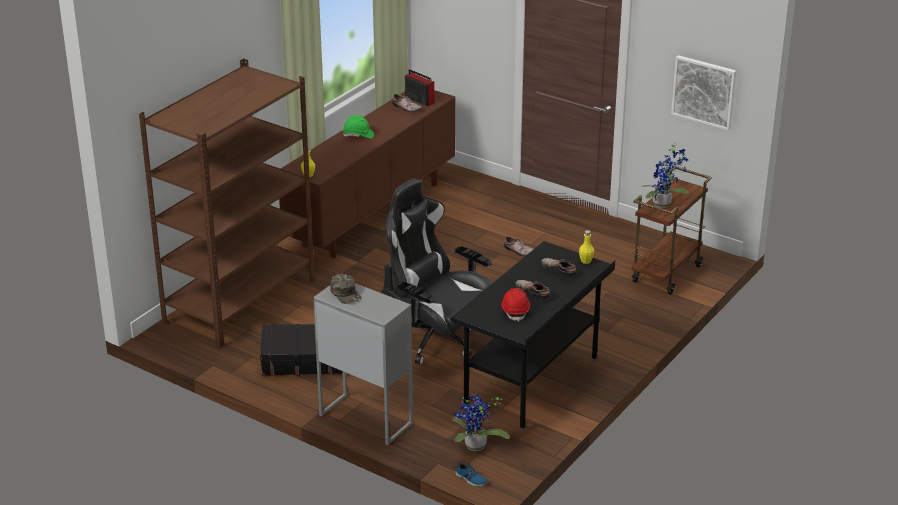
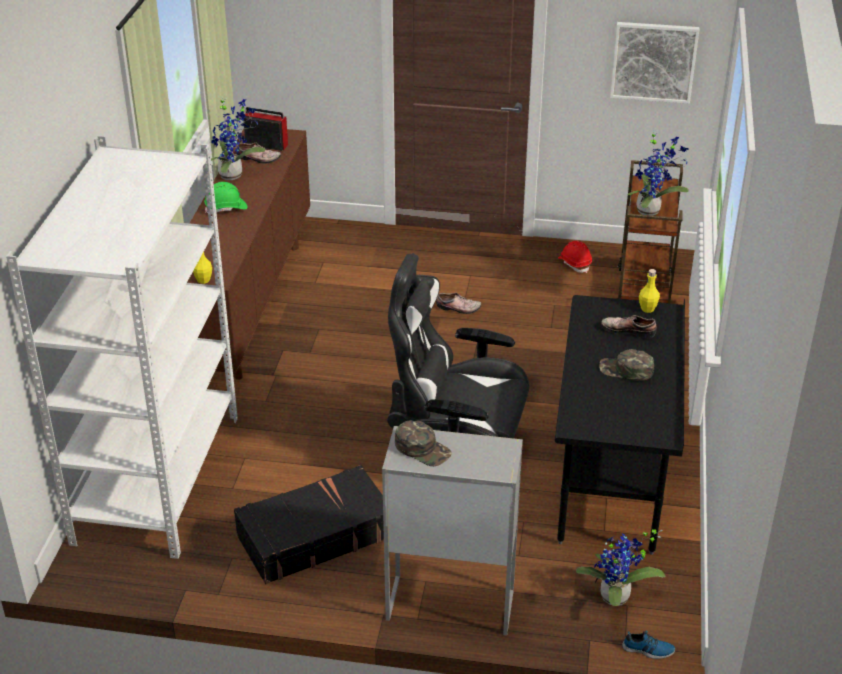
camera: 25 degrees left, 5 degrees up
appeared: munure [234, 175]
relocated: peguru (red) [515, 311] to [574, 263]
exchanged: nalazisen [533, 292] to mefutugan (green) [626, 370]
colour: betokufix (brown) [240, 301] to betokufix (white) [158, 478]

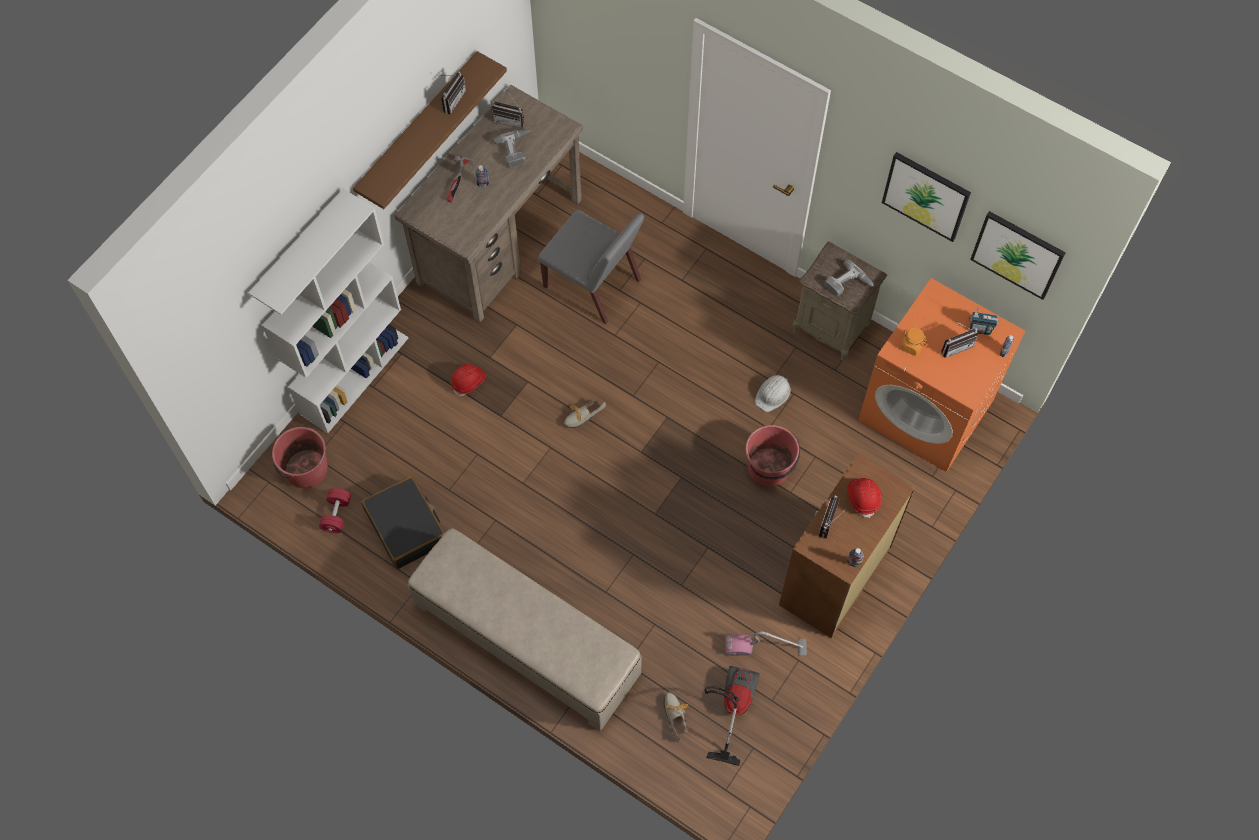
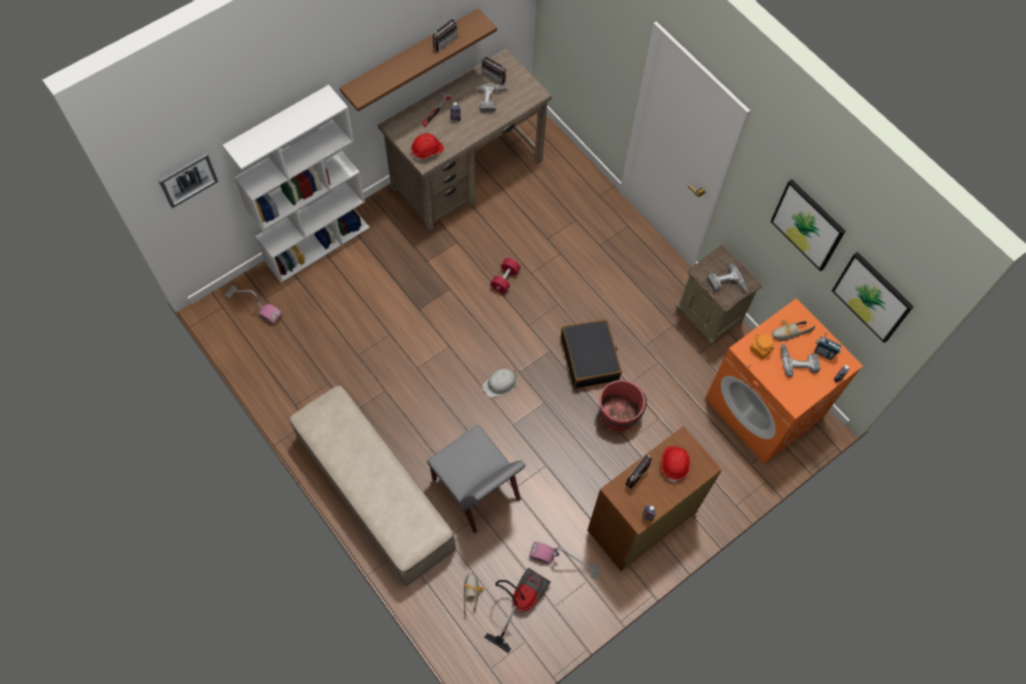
camera: 15 degrees right, 0 degrees up
appeared: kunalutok [188, 179]
relocated: peguru (red) [468, 382] to [427, 151]; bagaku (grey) [593, 284] to [477, 490]; peguru (white) [773, 394] to [500, 383]; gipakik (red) [337, 514] to [505, 280]; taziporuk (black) [406, 527] to [590, 358]; nalazisen [581, 416] to [788, 332]
exchanged: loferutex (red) [305, 469] to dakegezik [254, 305]; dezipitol [955, 346] to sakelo [798, 360]

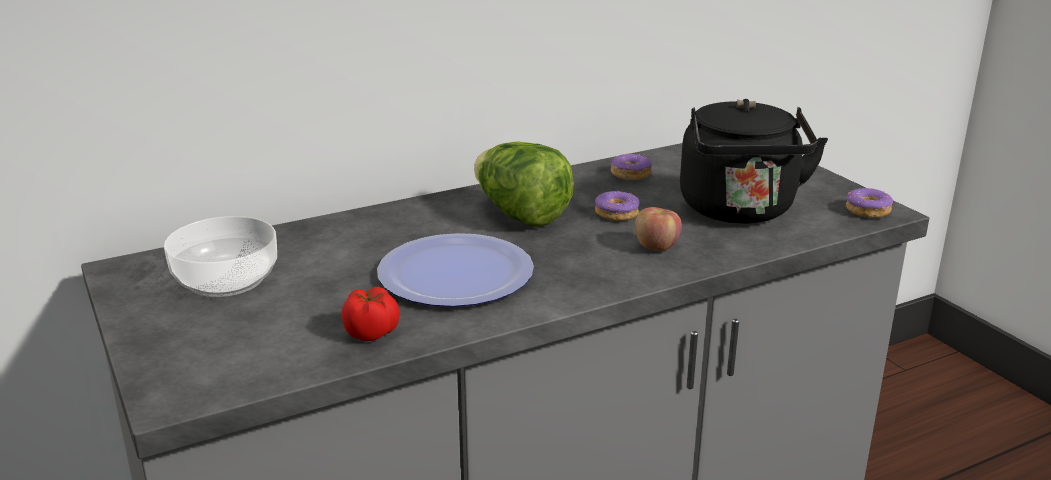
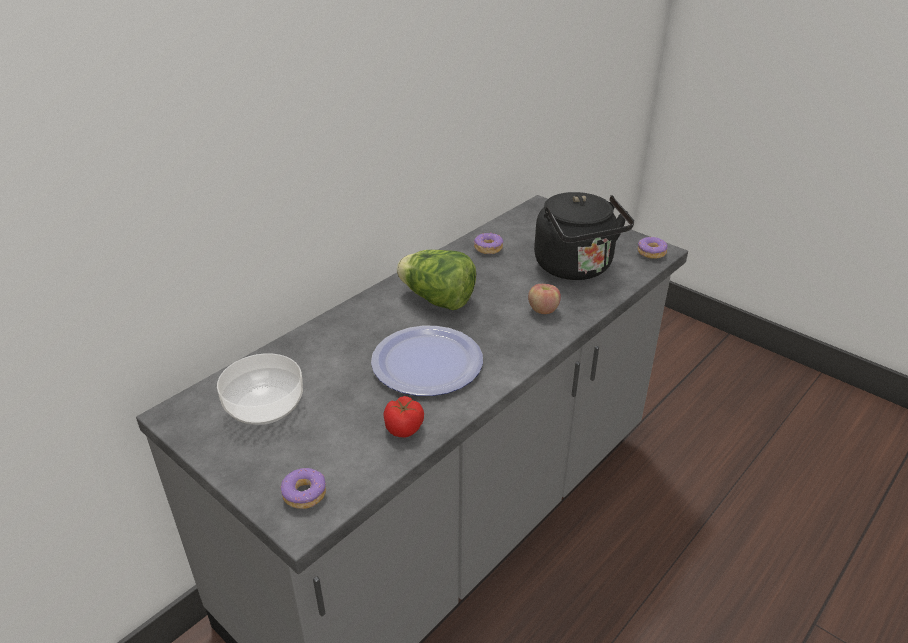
camera: 20 degrees left, 10 degrees up
relocated: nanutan [617, 214] to [305, 493]

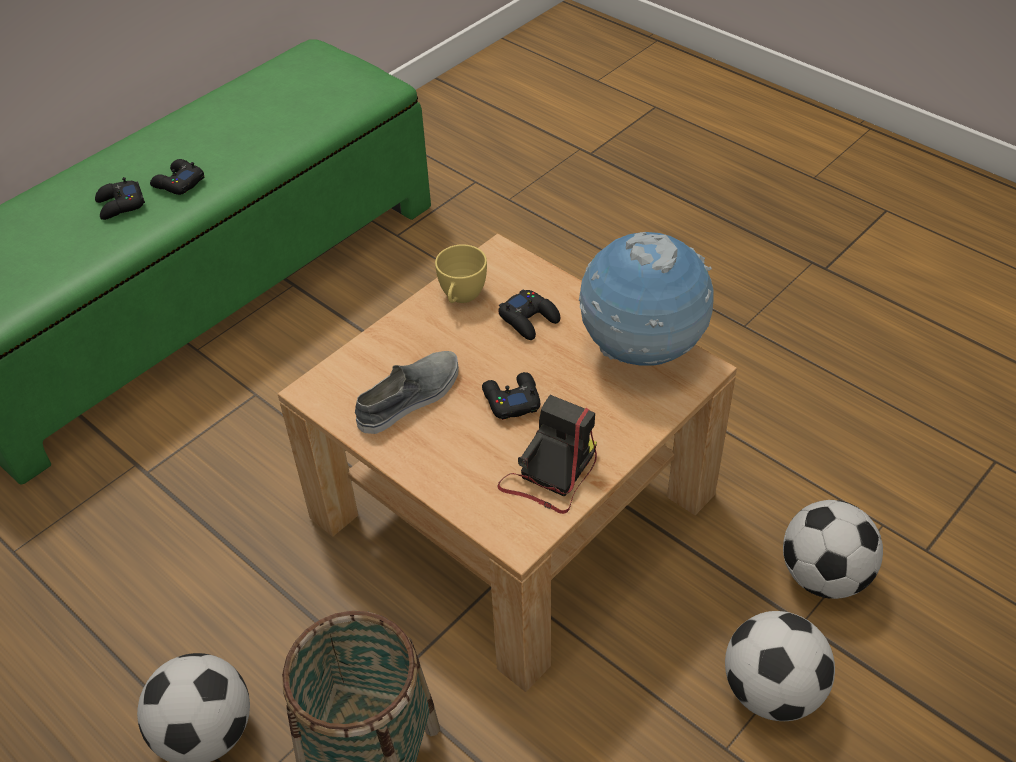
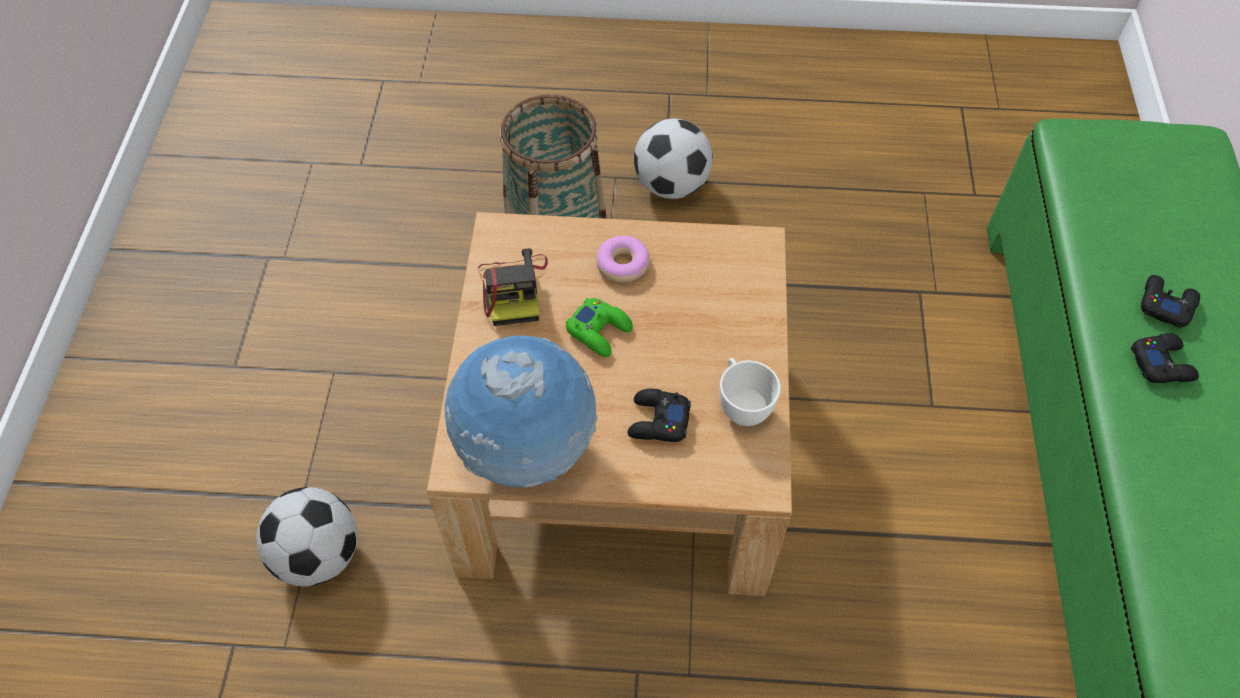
camera: 140 degrees right, 10 degrees up
missing: nalazisen (grey) [410, 398]; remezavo [771, 691]
appeared: nanutan [623, 264]
colour: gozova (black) [511, 400] to gozova (green) [599, 331]; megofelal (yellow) [461, 298] to megofelal (white) [742, 405]

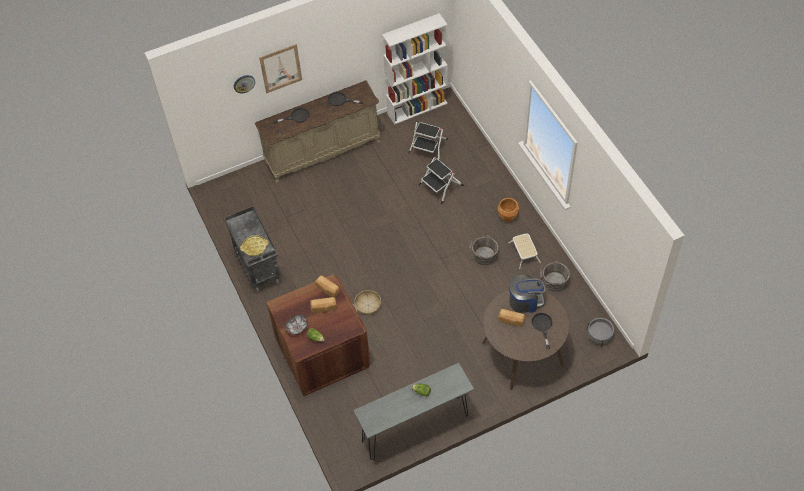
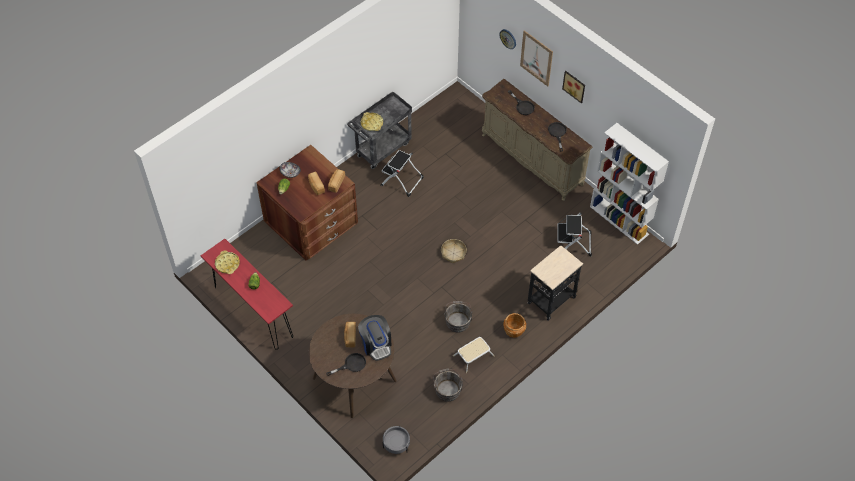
camera: 70 degrees right, 0 degrees up
appeared: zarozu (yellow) [227, 264]; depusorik [551, 301]; kunalutok [574, 86]
relocated: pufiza [441, 186] to [401, 179]; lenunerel [368, 305] to [453, 253]
colour: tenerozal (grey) [415, 428] to tenerozal (red) [253, 312]

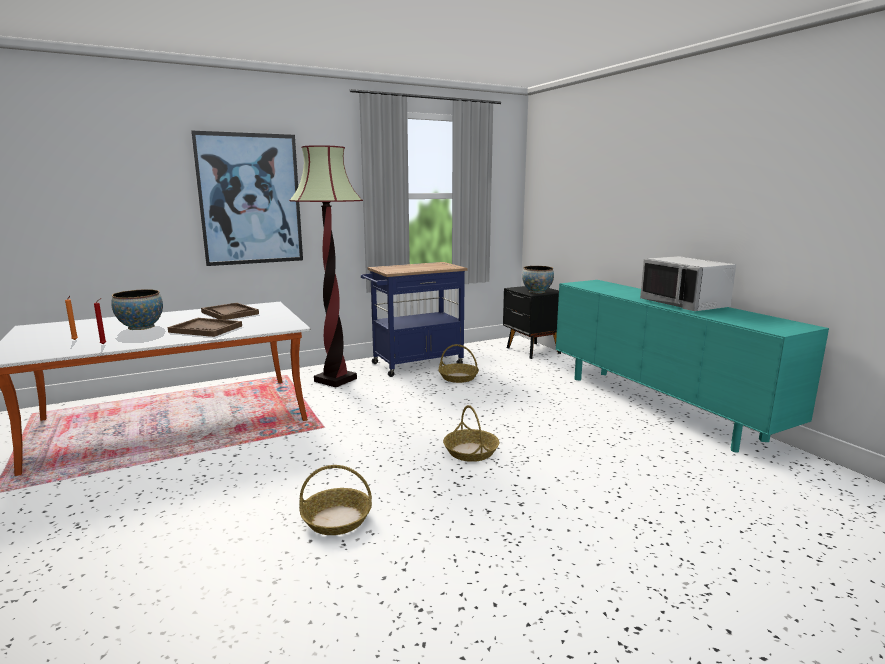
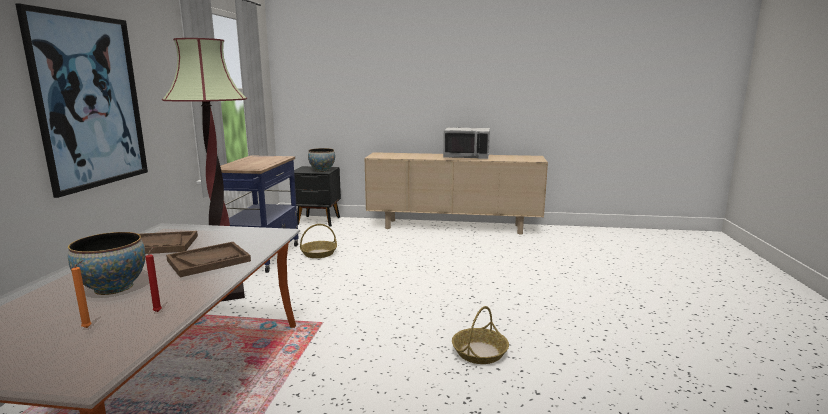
camera: 55 degrees left, 0 degrees up
missing: lenunerel [471, 452]
colour: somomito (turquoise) [658, 405] to somomito (beige) [453, 227]

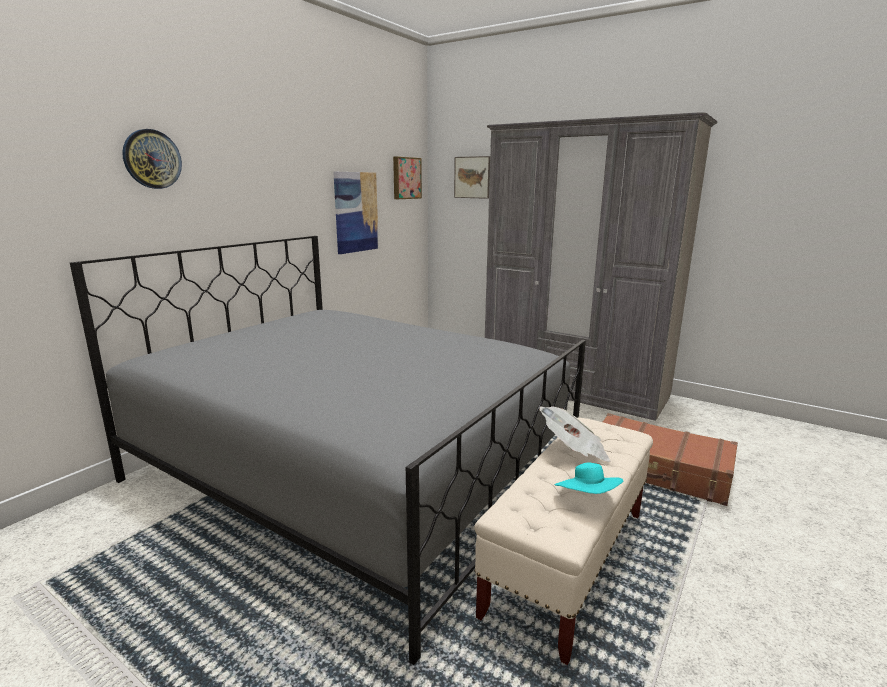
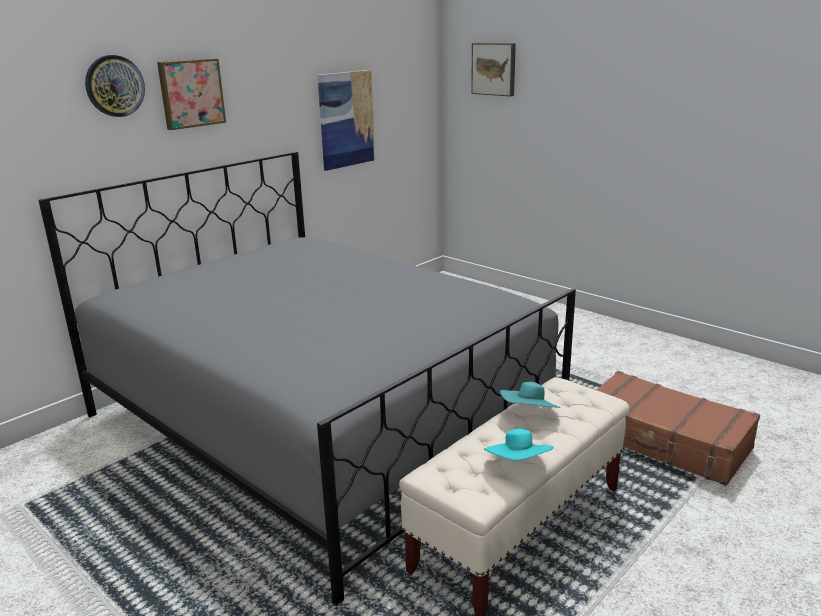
camera: 10 degrees right, 5 degrees up
missing: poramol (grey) [573, 388]
relocated: kunalutok [406, 178] to [191, 93]
exchanged: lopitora [574, 450] to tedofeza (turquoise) [529, 414]

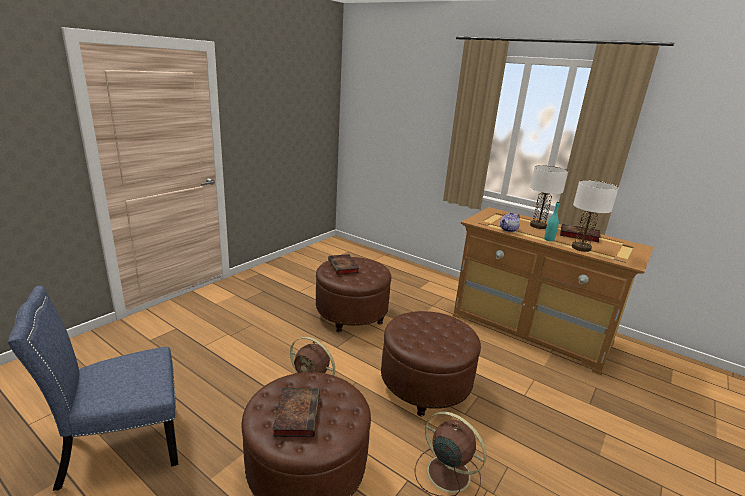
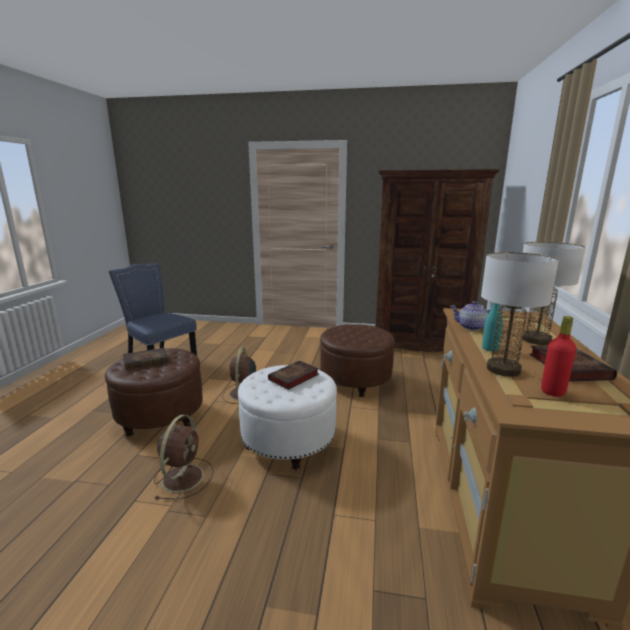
camera: 65 degrees right, 5 degrees down
appeared: poramol (brown) [419, 342]; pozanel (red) [553, 391]
relocated: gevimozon [343, 267] to [293, 378]
colour: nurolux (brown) [425, 386] to nurolux (white) [288, 441]

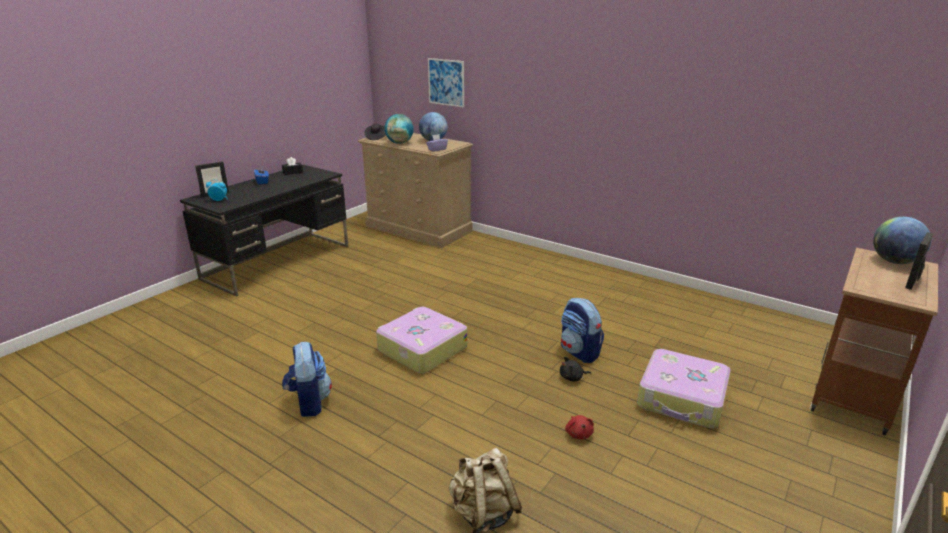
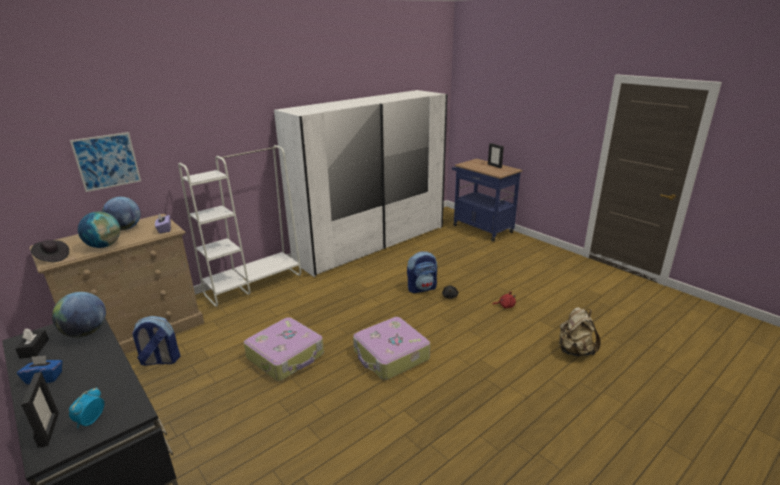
camera: 75 degrees left, 0 degrees up
appeared: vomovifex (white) [254, 285]; poramol (white) [372, 243]
relocated: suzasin [894, 261] to [86, 333]; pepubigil [309, 402] to [160, 360]; taziporuk [682, 399] to [286, 356]
colour: depusorik (brown) [853, 393] to depusorik (blue) [481, 228]

